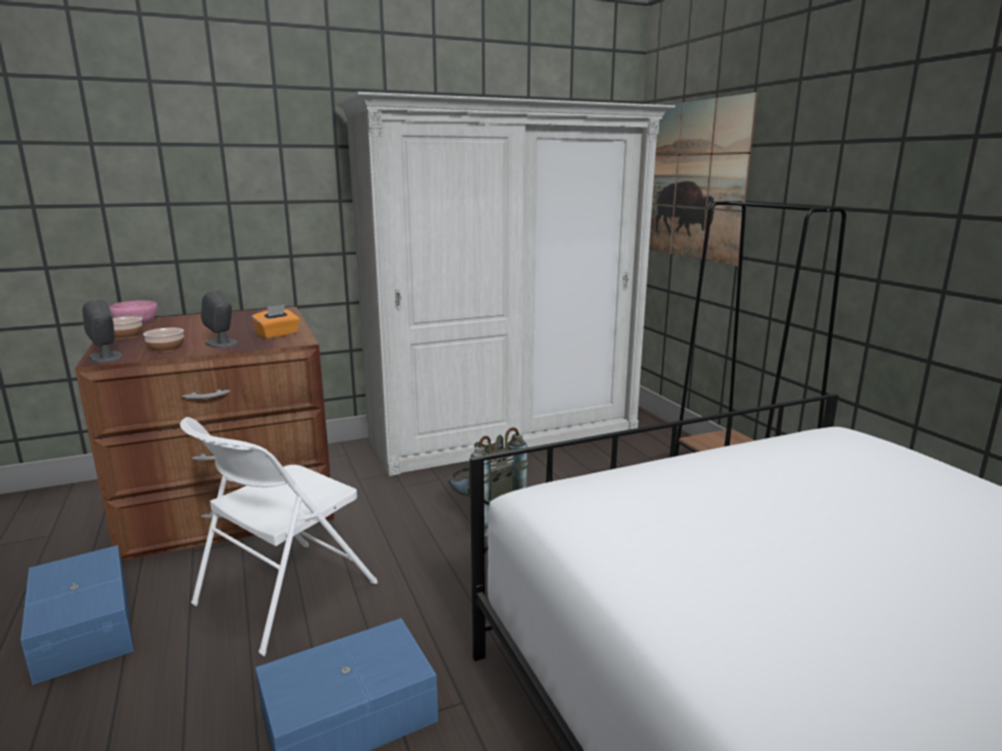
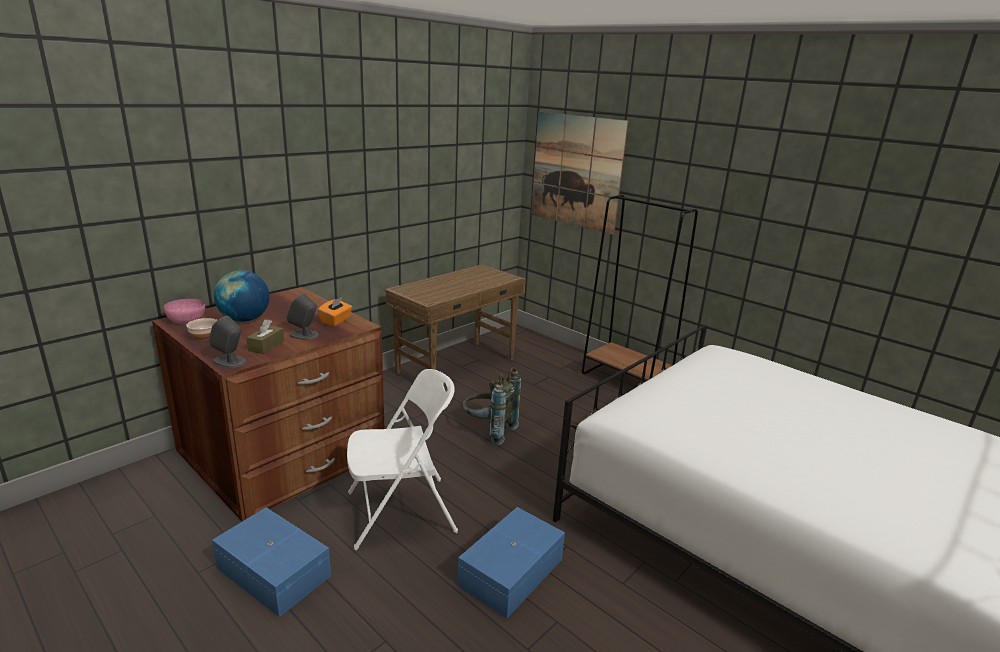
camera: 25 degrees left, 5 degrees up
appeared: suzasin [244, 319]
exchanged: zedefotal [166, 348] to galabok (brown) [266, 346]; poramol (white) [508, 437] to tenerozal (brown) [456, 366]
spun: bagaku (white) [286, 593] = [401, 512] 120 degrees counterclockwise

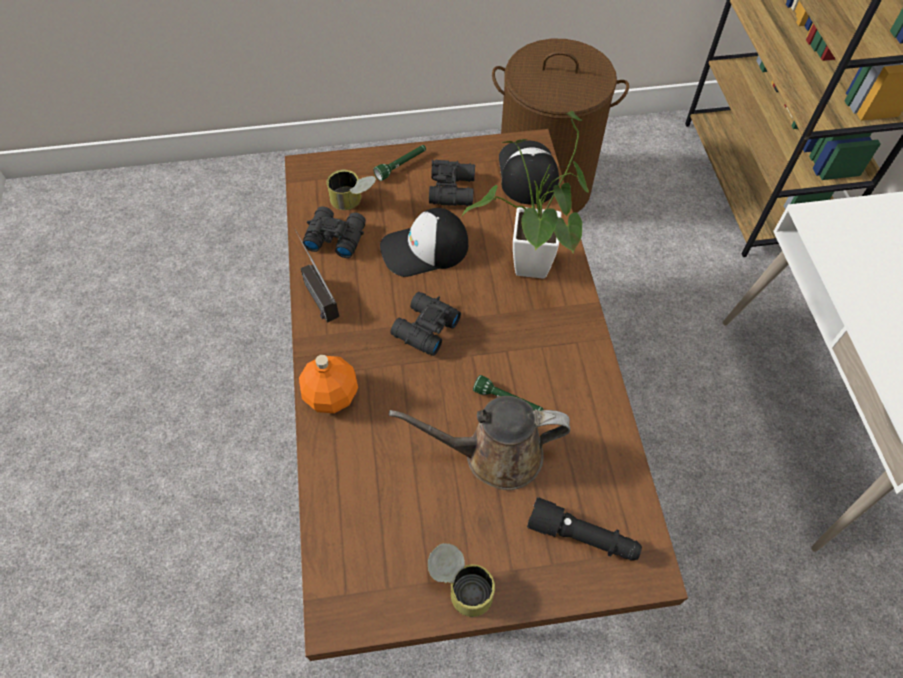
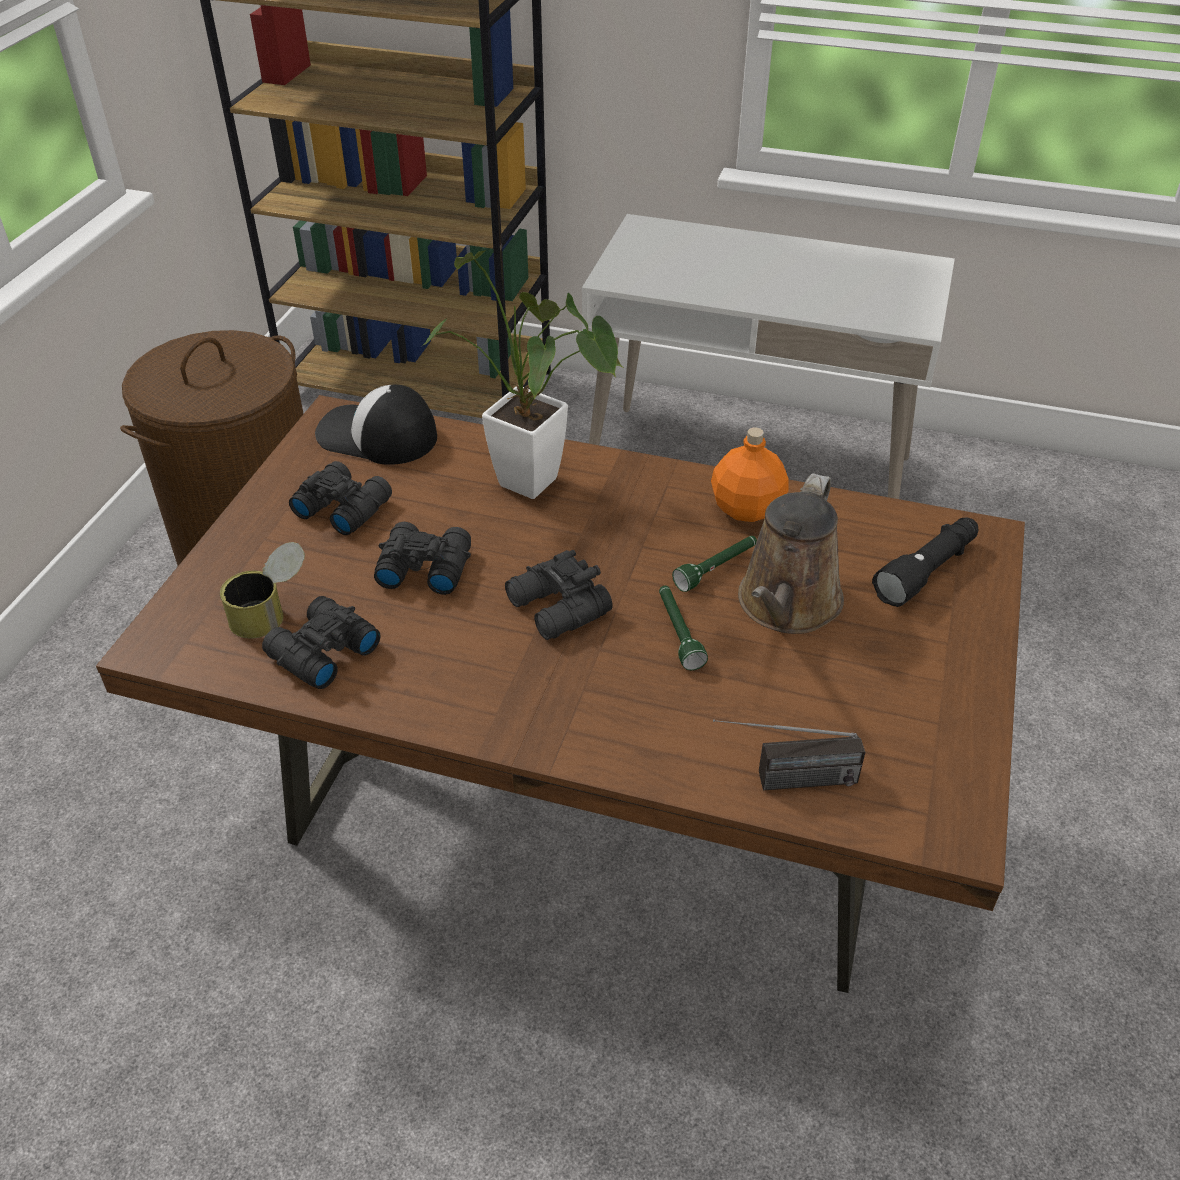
camera: 65 degrees left, 15 degrees down
missing: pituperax [461, 586]
relocated: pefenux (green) [401, 166] to [678, 633]; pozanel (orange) [332, 395] to [746, 508]; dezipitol [314, 291] to [782, 781]
exchanged: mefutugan [424, 249] to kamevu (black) [423, 567]

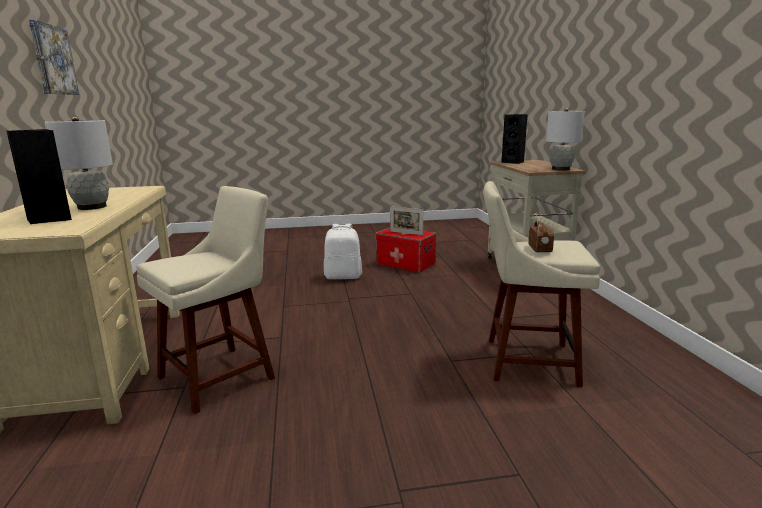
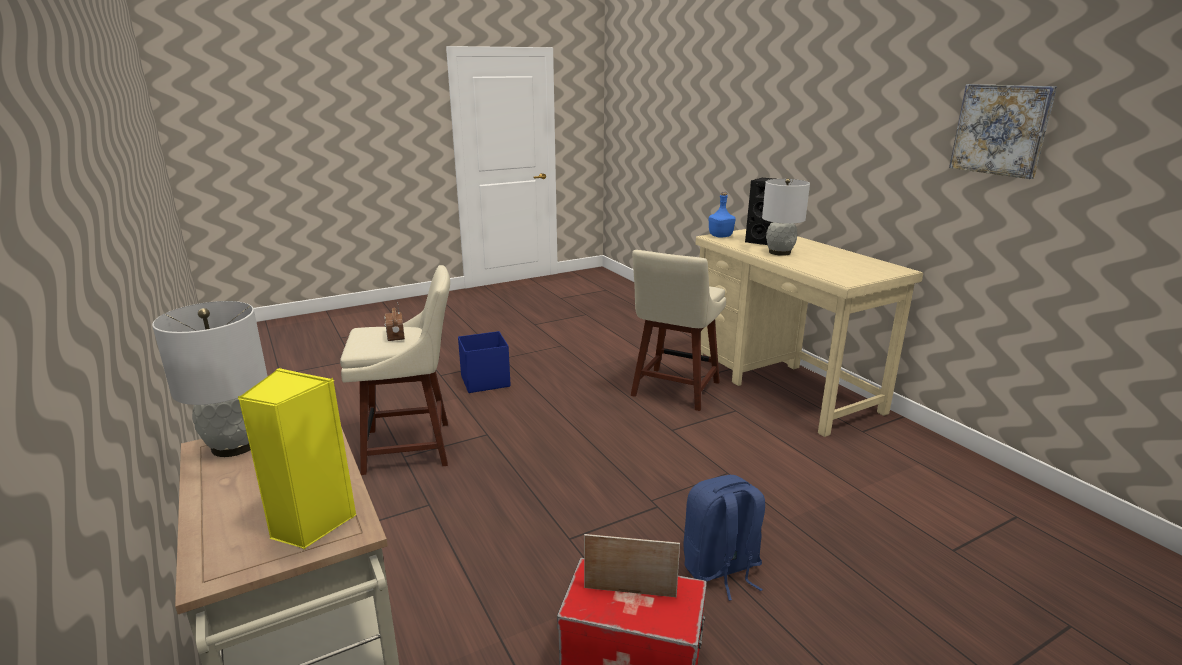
camera: 160 degrees right, 5 degrees up
appeared: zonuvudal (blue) [484, 381]; pozanel (blue) [720, 236]
colour: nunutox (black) [514, 162] to nunutox (yellow) [310, 524]; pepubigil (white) [343, 276] to pepubigil (blue) [721, 569]

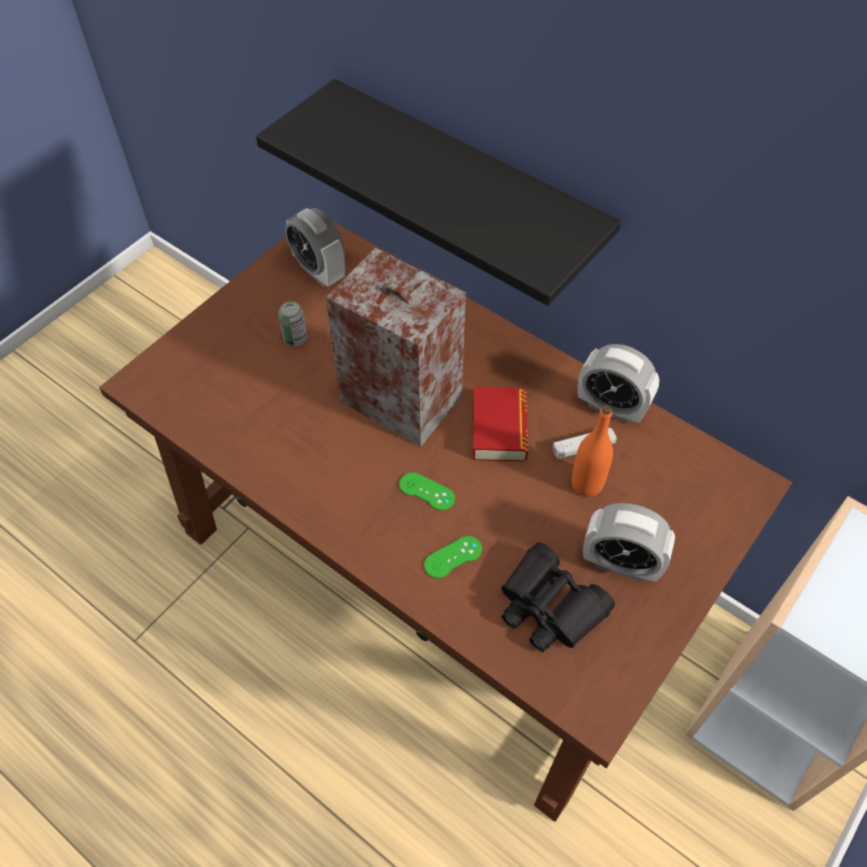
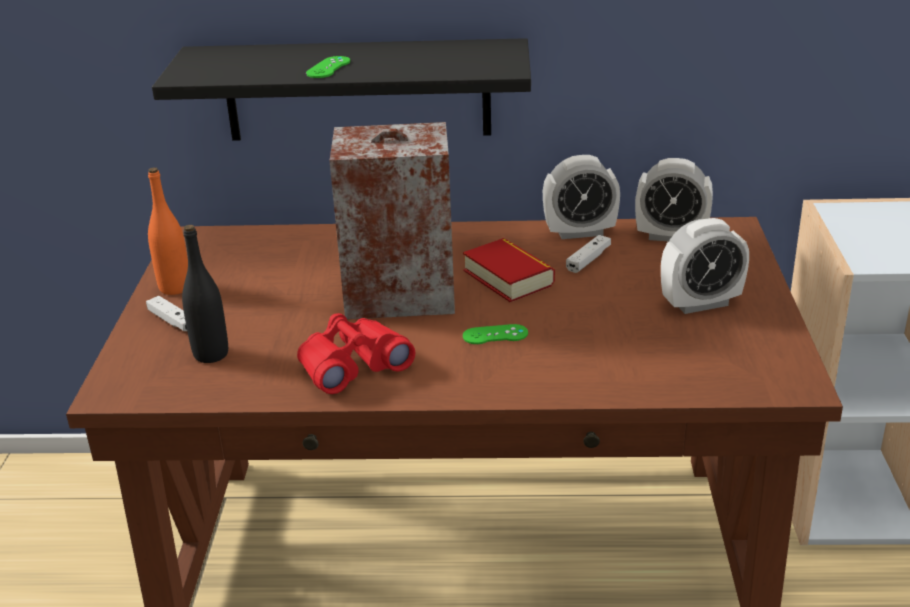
camera: 35 degrees left, 25 degrees down
missing: pituperax [295, 339]; kamevu (black) [549, 606]
appeared: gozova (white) [173, 321]; pozanel (black) [211, 354]; kamevu (red) [352, 365]
relocated: pozanel (orange) [586, 484] to [175, 287]; gozova (green) [453, 557] to [328, 67]; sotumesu [319, 271] to [671, 236]

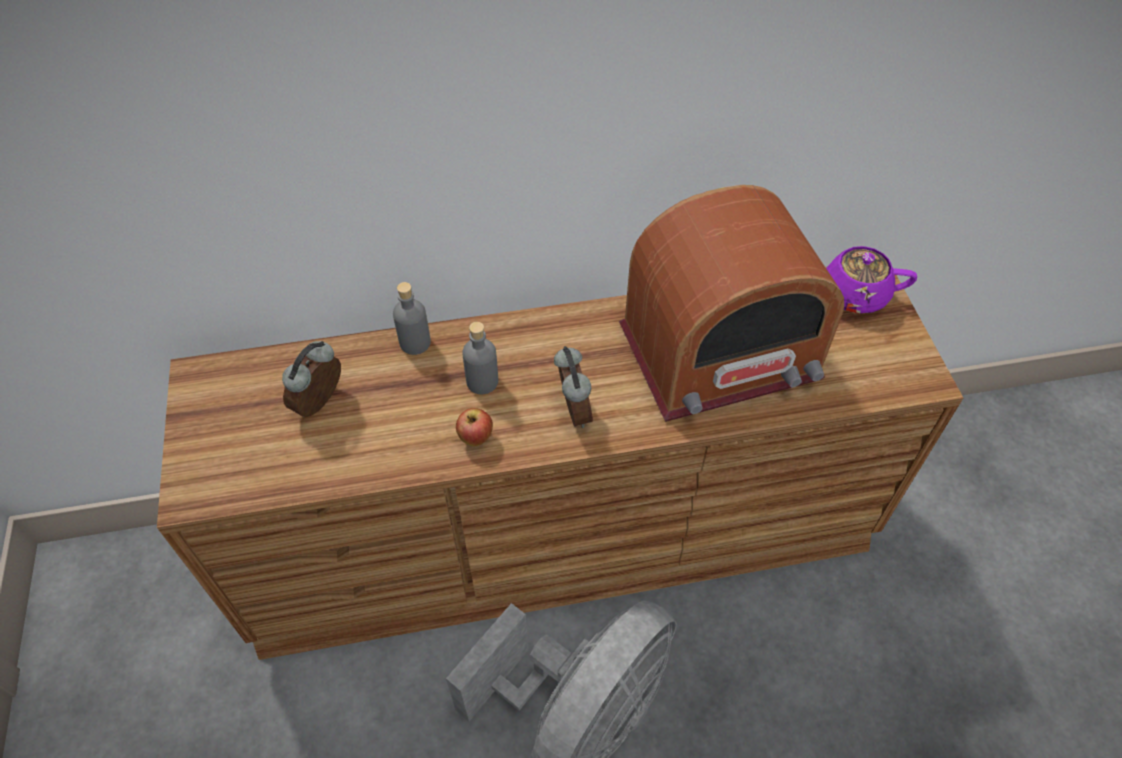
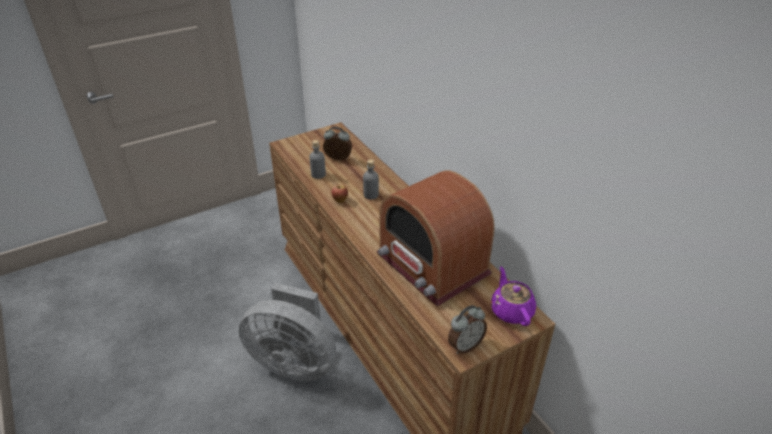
camera: 70 degrees right, 15 degrees down
relocated: pozanel (grey) [415, 342] to [318, 174]; sotumesu [572, 411] to [465, 345]

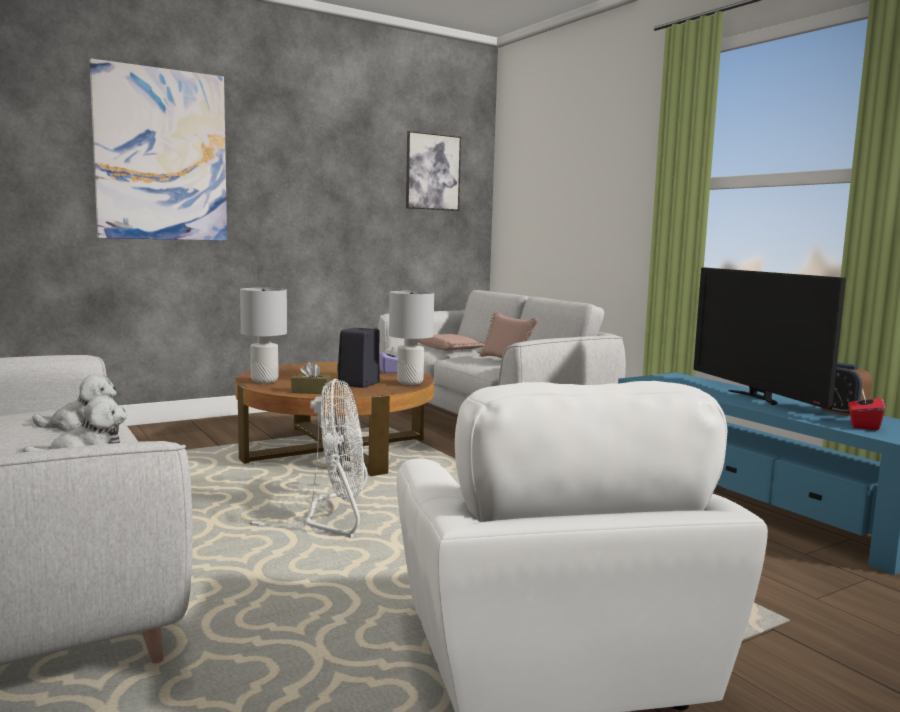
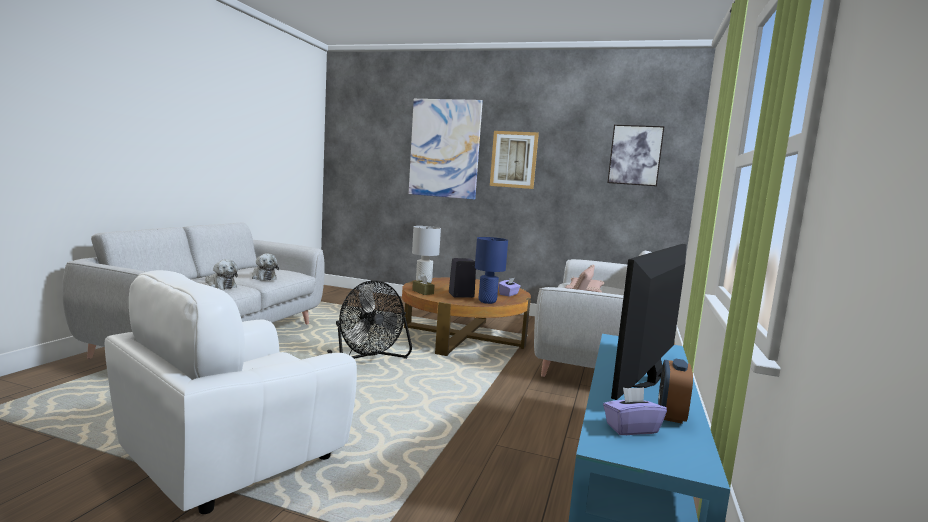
camera: 50 degrees right, 0 degrees up
appeared: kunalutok [513, 159]
colour: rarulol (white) [329, 515] to rarulol (black) [364, 361]; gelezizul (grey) [410, 384] to gelezizul (blue) [487, 302]; galabok (red) [863, 425] to galabok (purple) [631, 428]

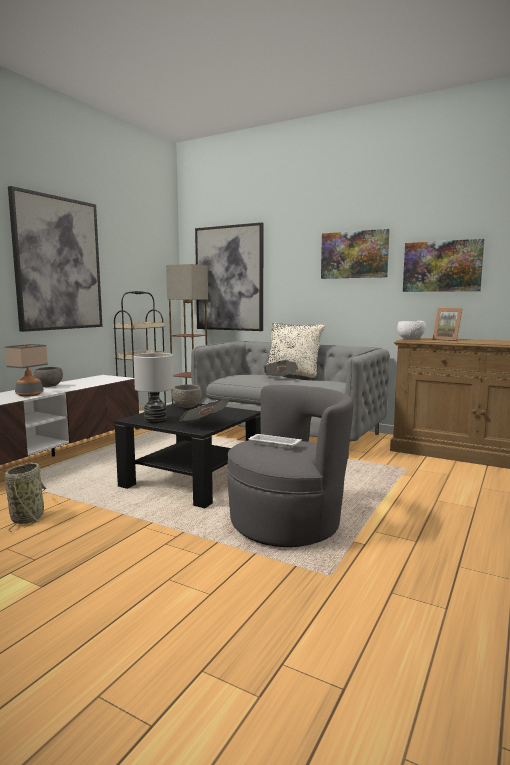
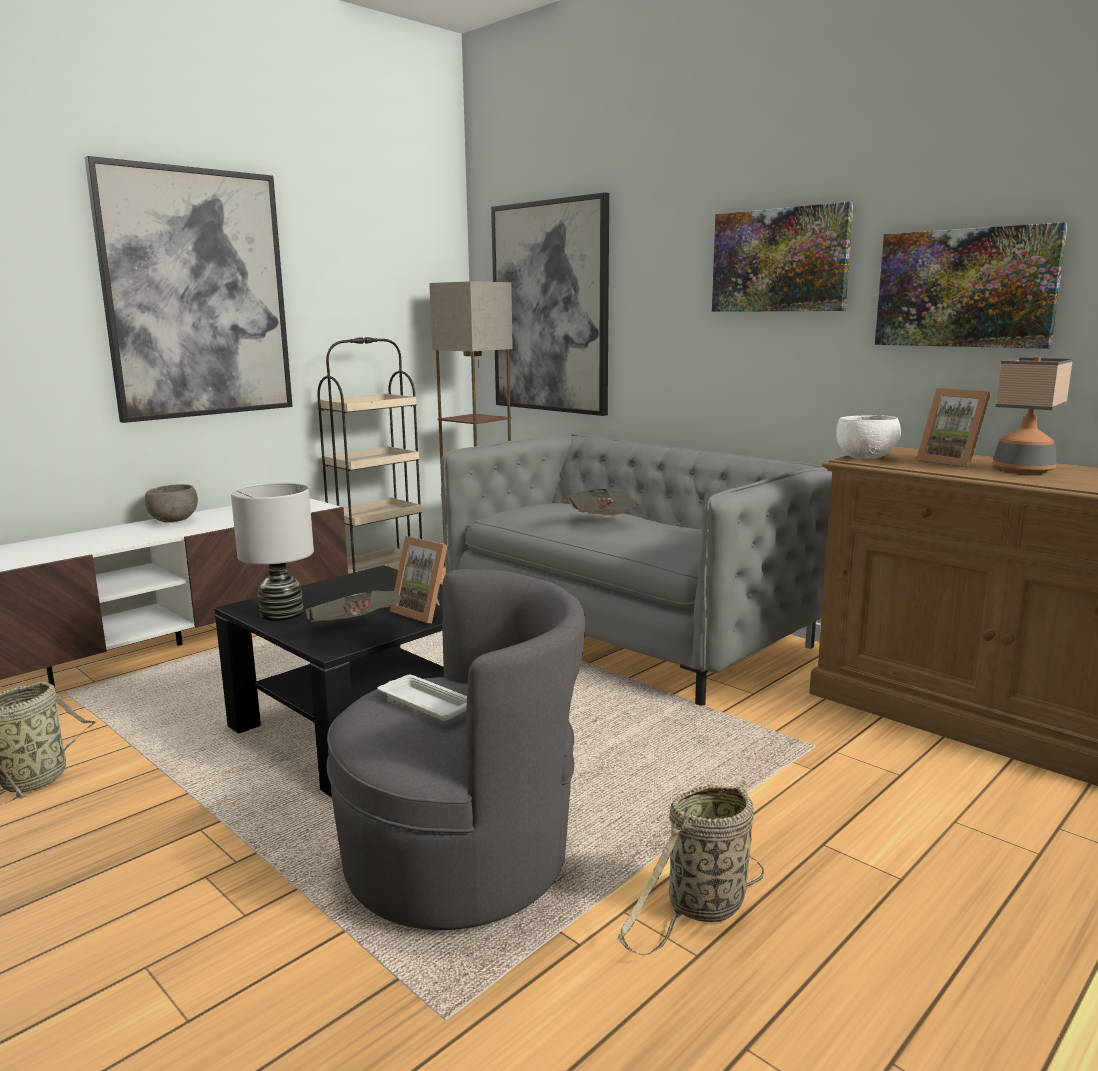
camera: 15 degrees right, 5 degrees up
missing: zedefotal (grey) [186, 407]; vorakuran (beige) [293, 376]
appeared: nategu [425, 612]; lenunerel [702, 908]
relocated: gelezizul [29, 394] to [1022, 470]

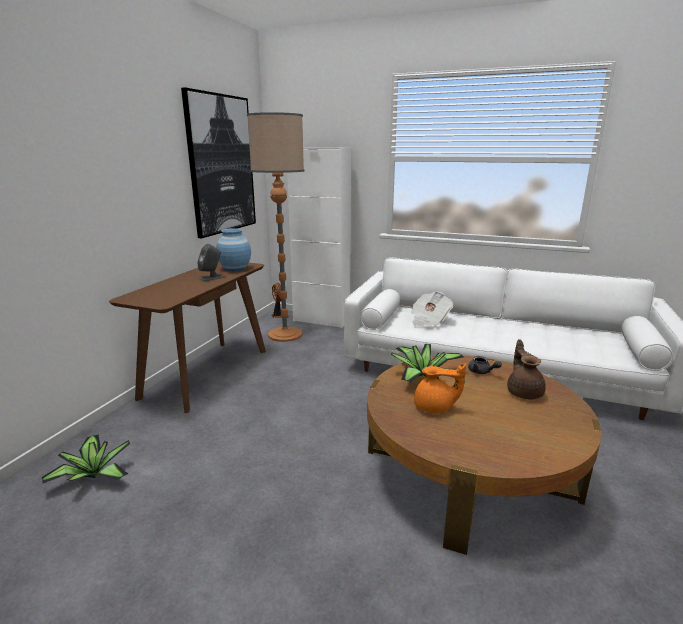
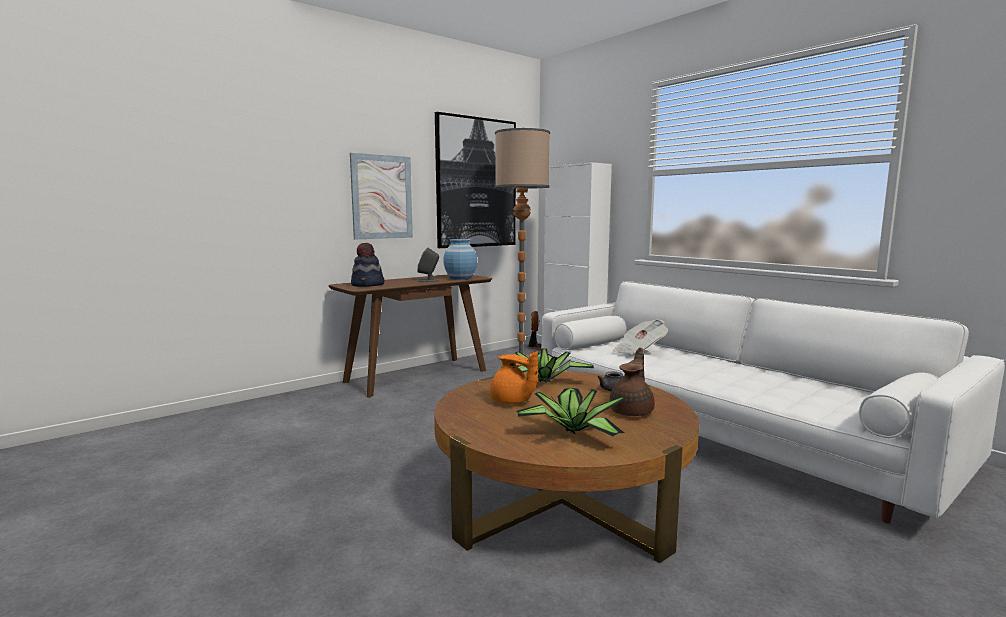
camera: 30 degrees right, 10 degrees down
appeared: kunalutok [382, 197]; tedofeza [368, 285]
relocated: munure [92, 475] to [571, 431]

